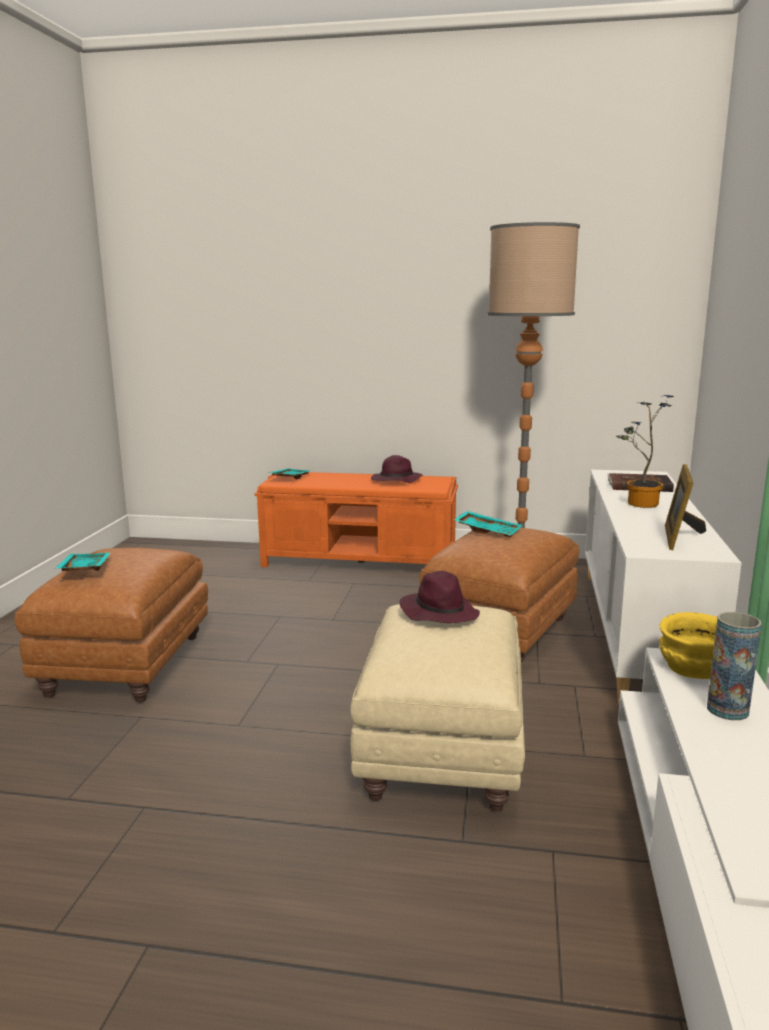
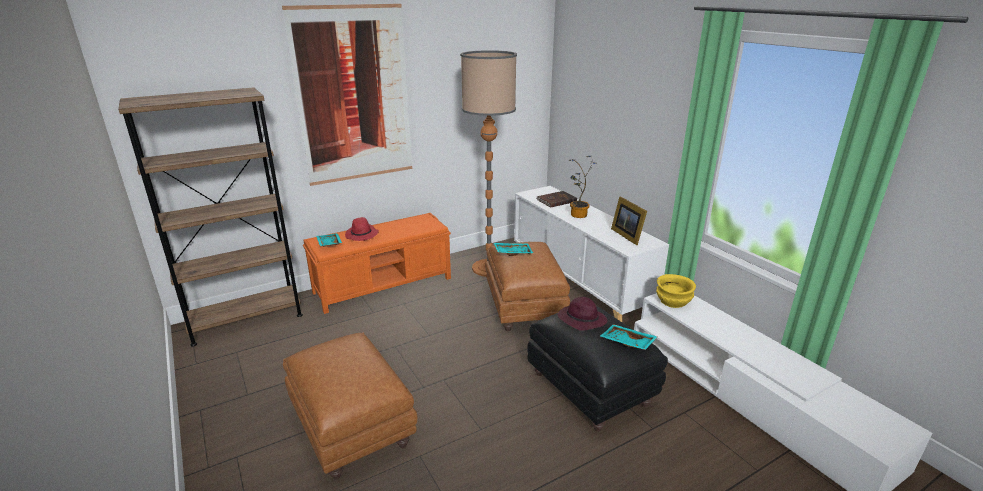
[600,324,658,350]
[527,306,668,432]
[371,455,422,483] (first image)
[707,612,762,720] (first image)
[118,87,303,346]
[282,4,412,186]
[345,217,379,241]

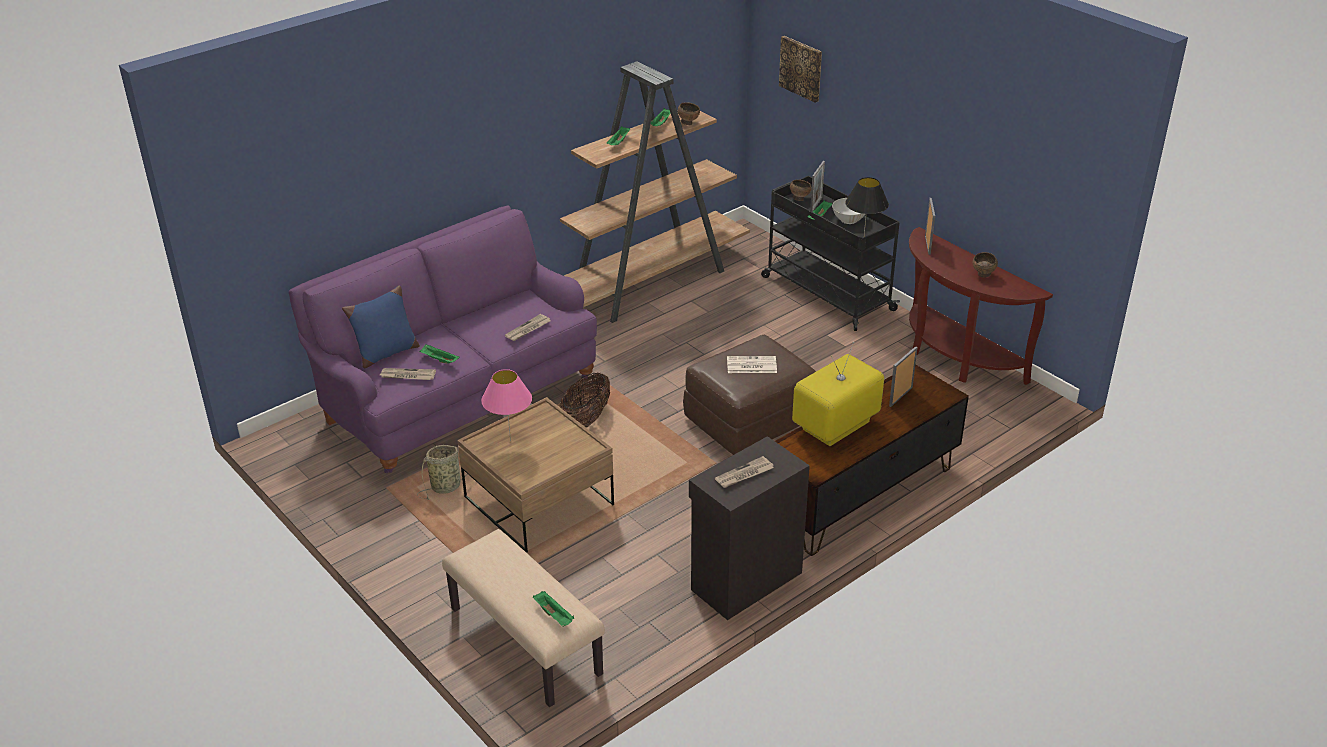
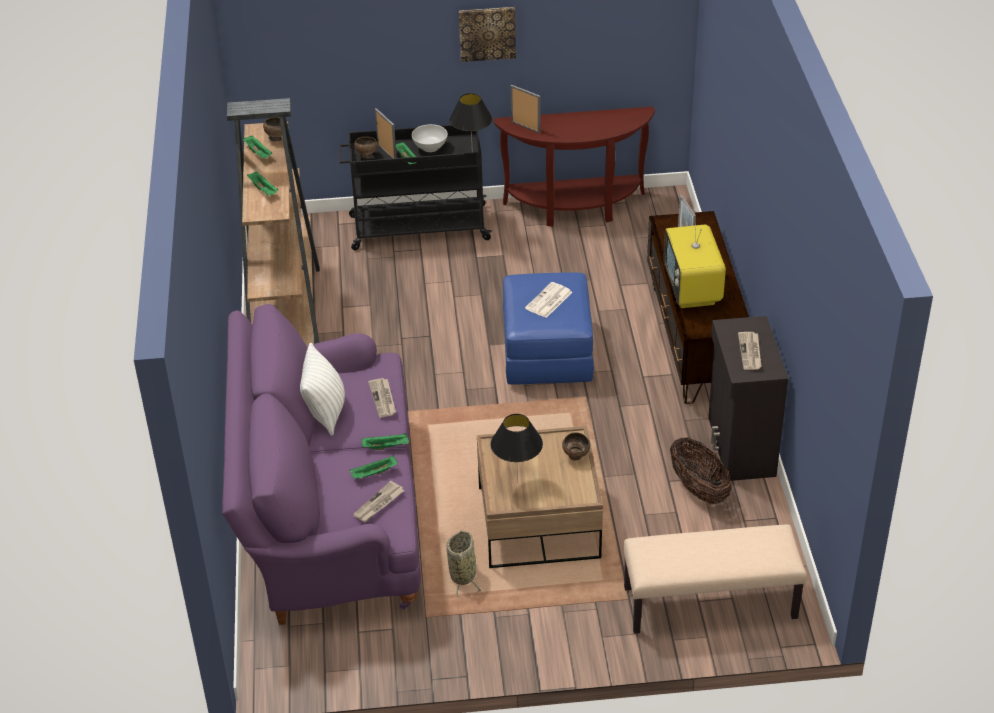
[342,285,420,368] (first image)
[491,414,543,483]
[362,433,409,450]
[670,437,732,504]
[503,272,594,385]
[459,7,516,62]
[562,432,590,461]
[300,343,345,436]

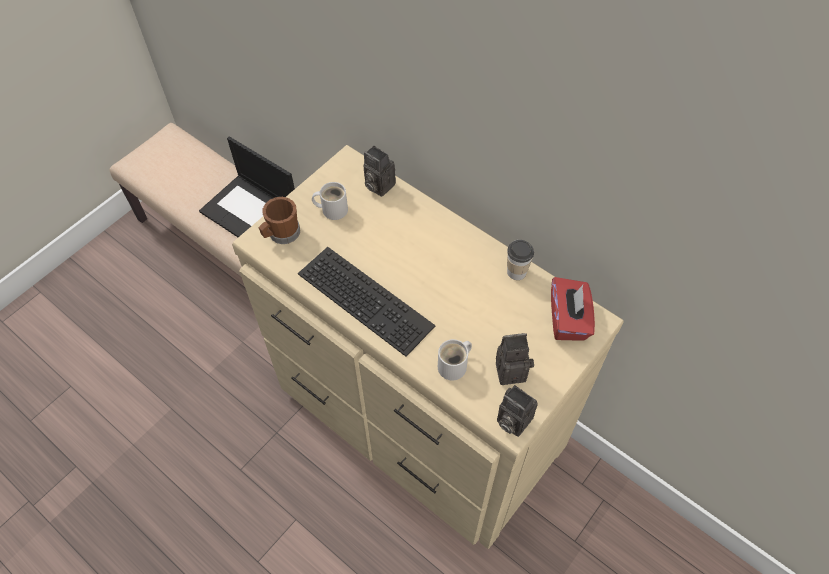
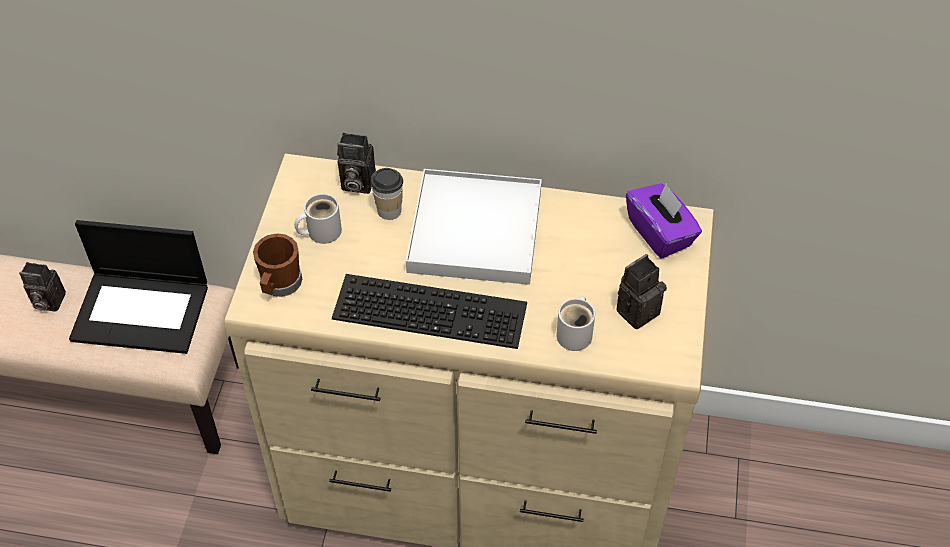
[19,262,66,312]
[371,168,403,220]
[626,183,702,259]
[406,169,542,285]

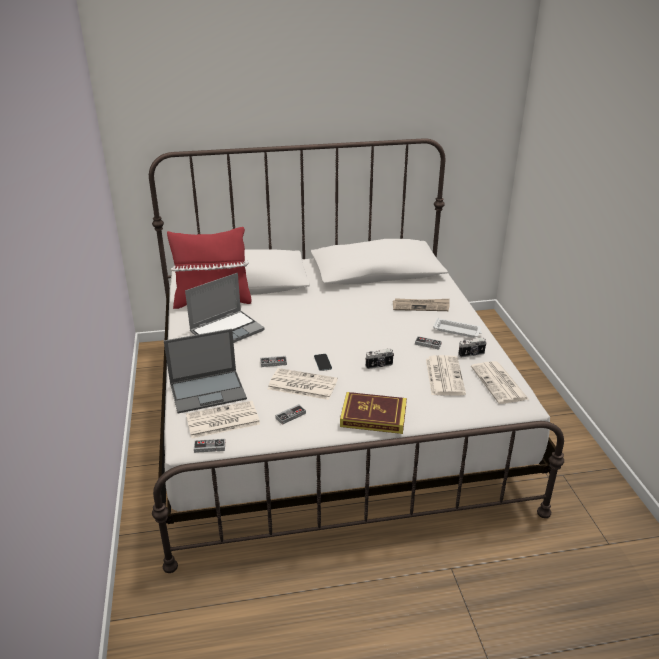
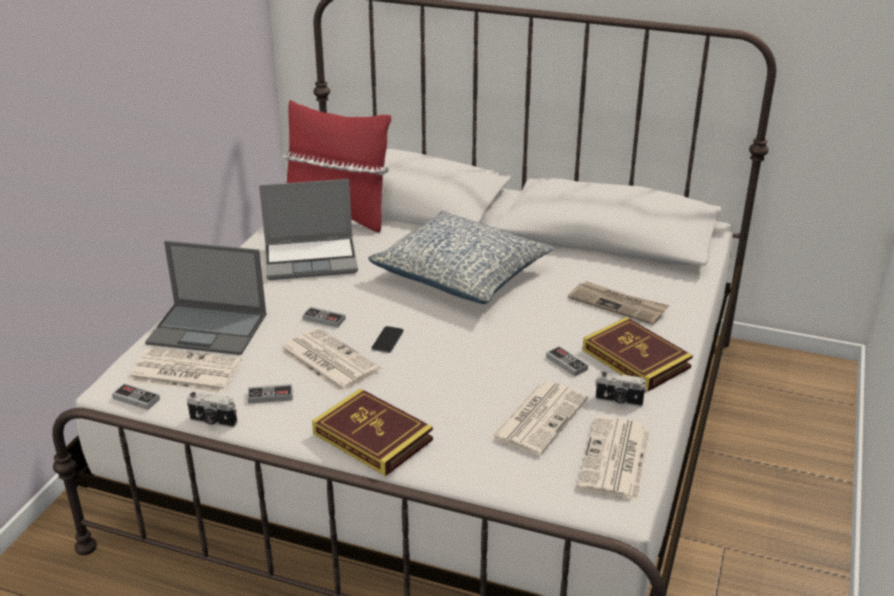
[187,392,237,428]
[583,317,693,391]
[369,211,554,304]

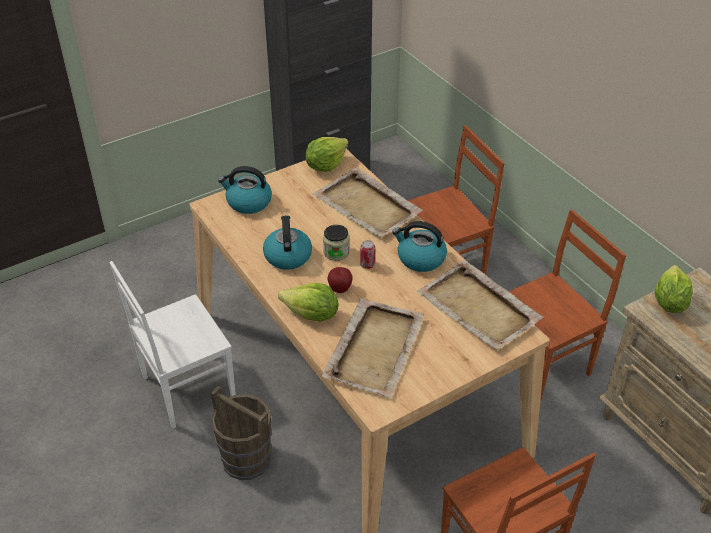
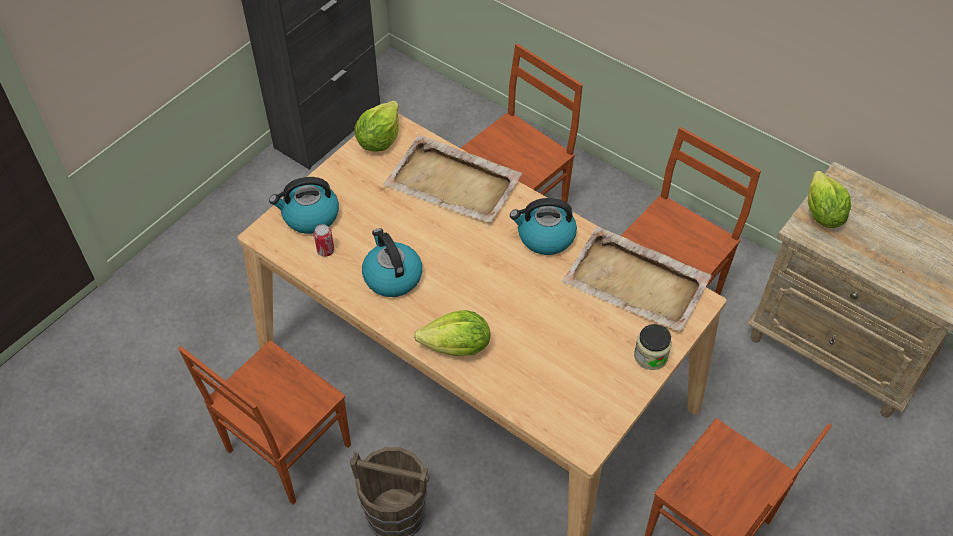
[178,340,351,505]
[322,298,425,398] (first image)
[634,324,672,370]
[327,267,353,293] (first image)
[314,224,334,257]

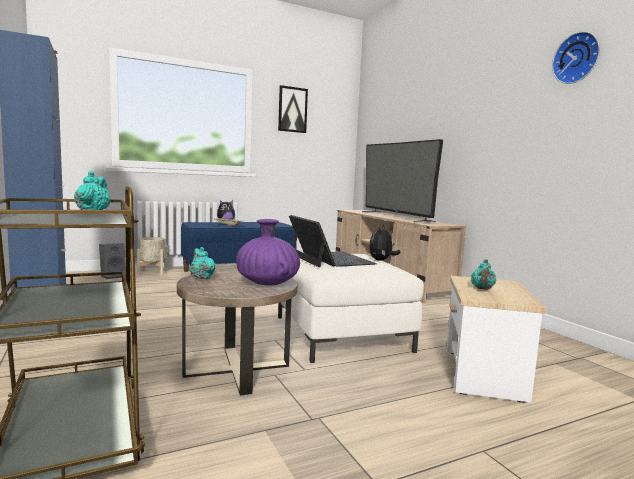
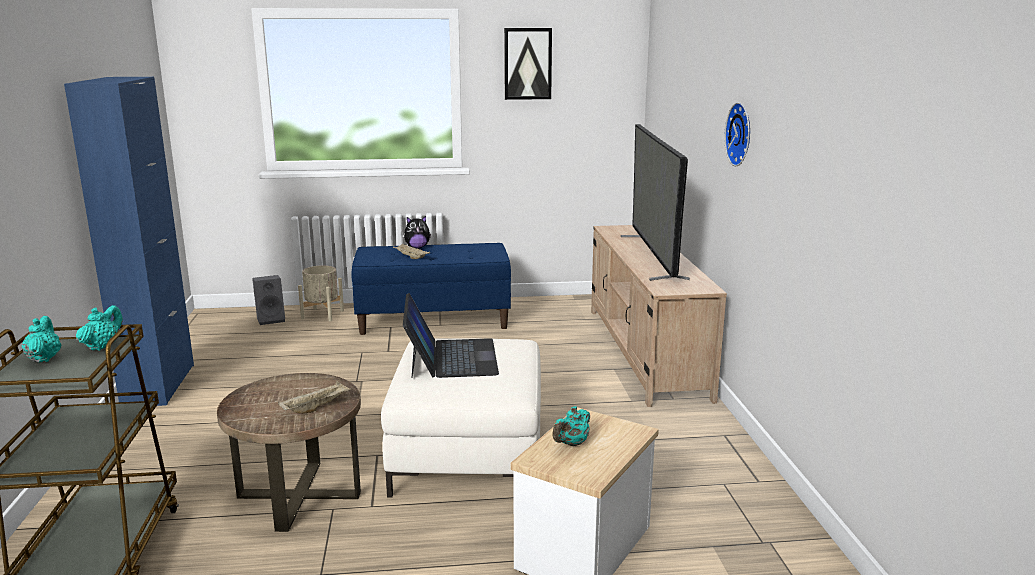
[22,316,62,363]
[278,381,352,414]
[369,225,400,261] (first image)
[724,102,750,166]

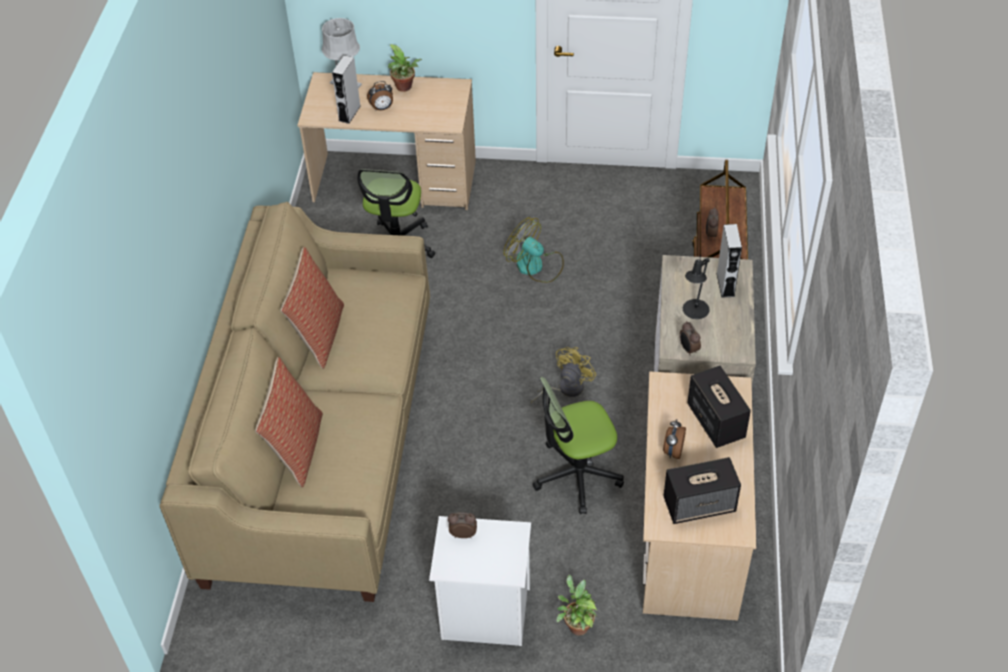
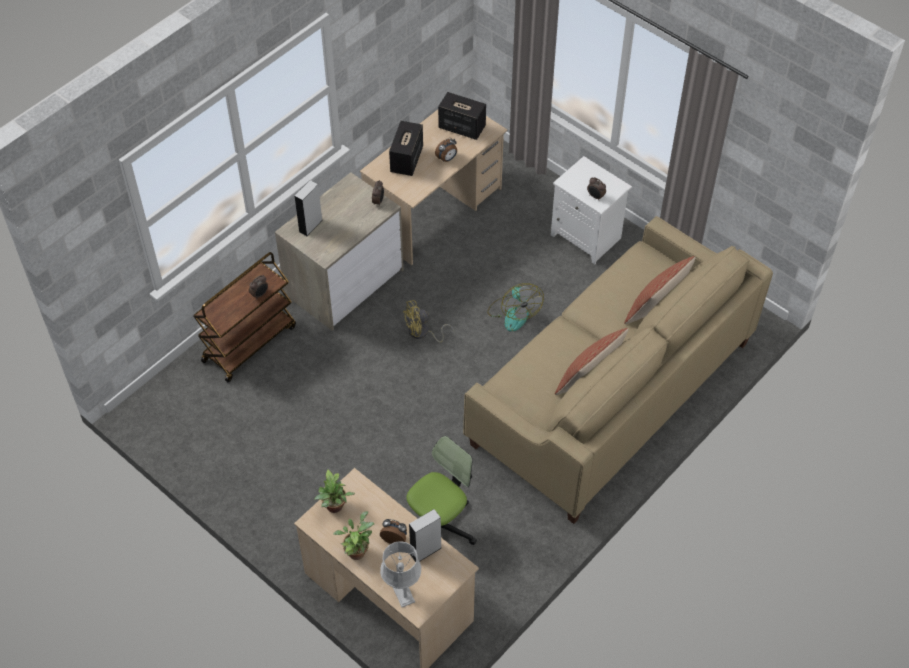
[487,283,544,332]
[533,377,624,514] (first image)
[314,469,355,513]
[683,254,710,319] (first image)

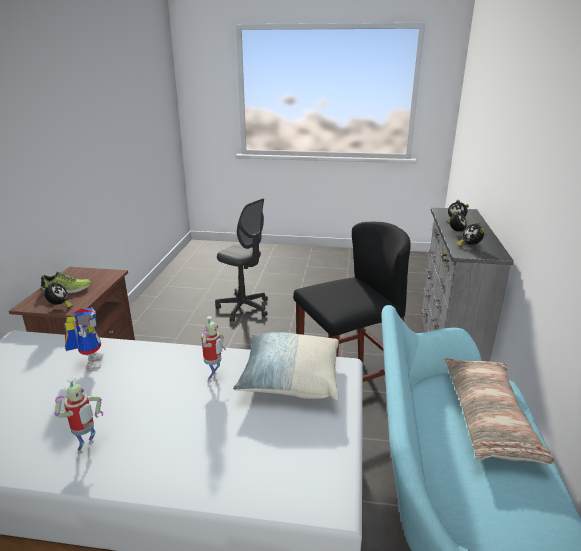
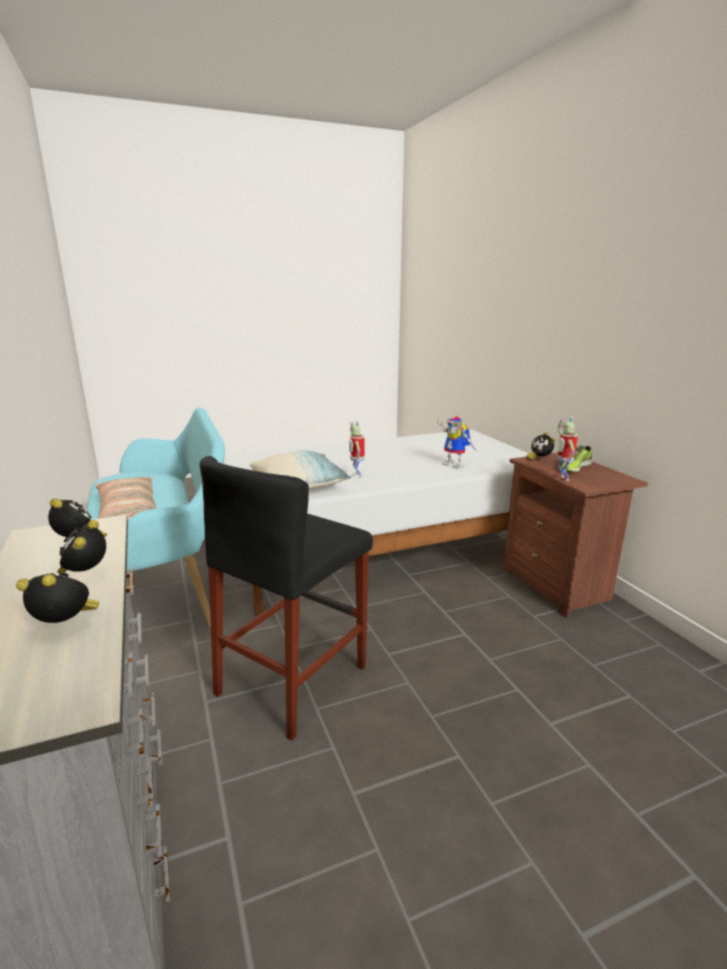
[558,417,578,481]
[215,199,268,322] (first image)

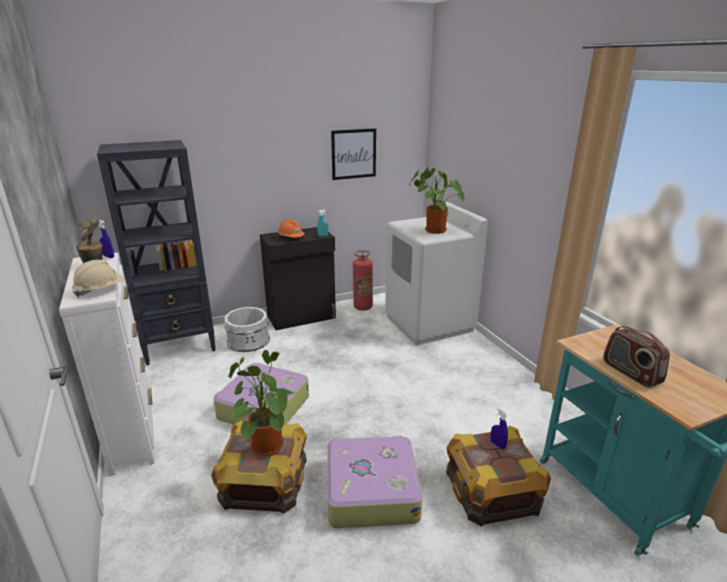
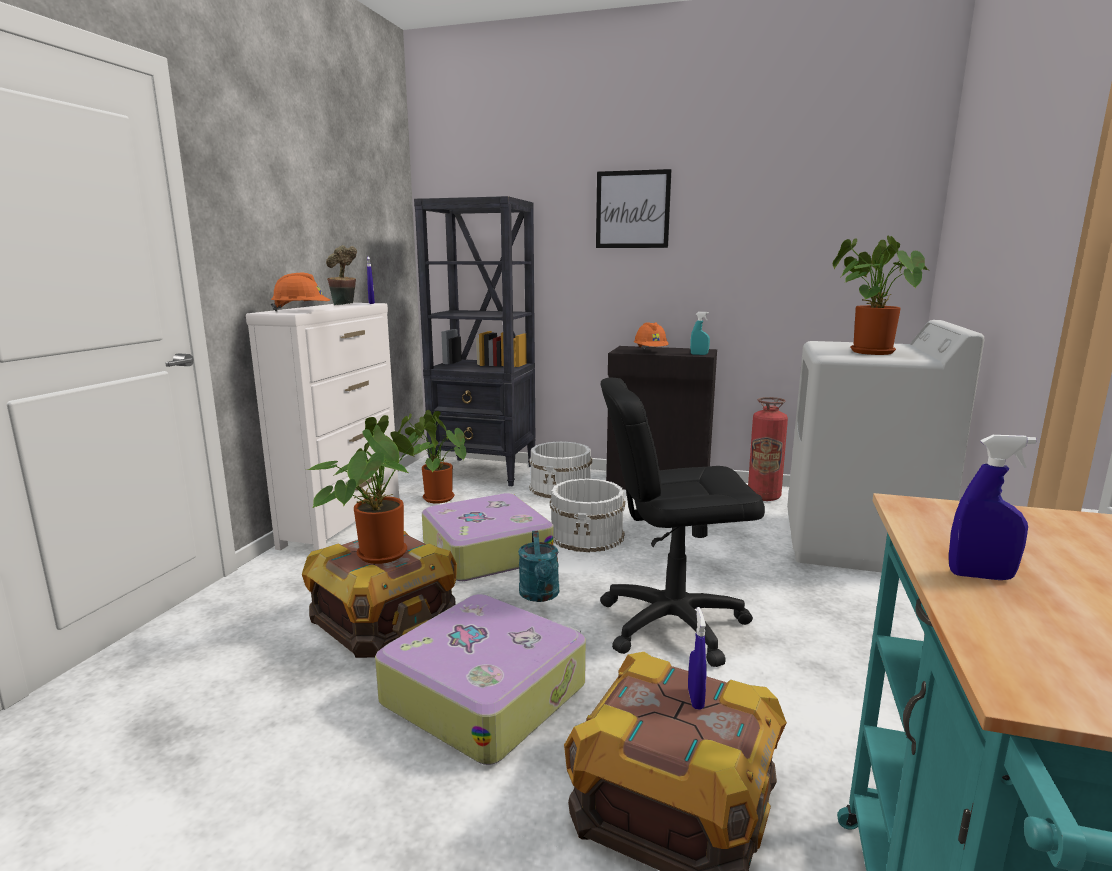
[271,273,330,312]
[596,169,672,248]
[949,435,1037,580]
[398,410,467,504]
[518,531,559,602]
[549,478,625,552]
[600,377,765,667]

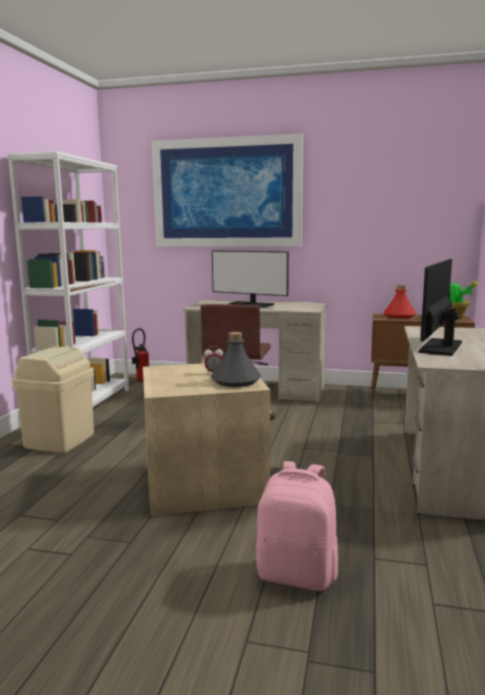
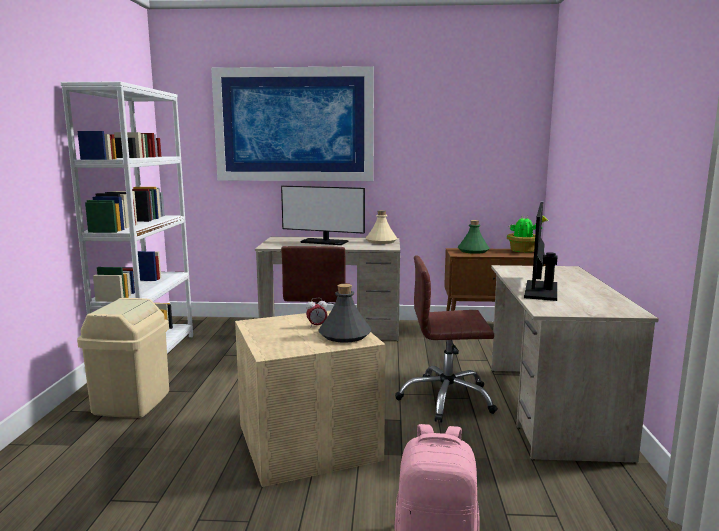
[132,328,149,382] (first image)
[458,220,490,254]
[366,210,398,244]
[395,256,498,423]

